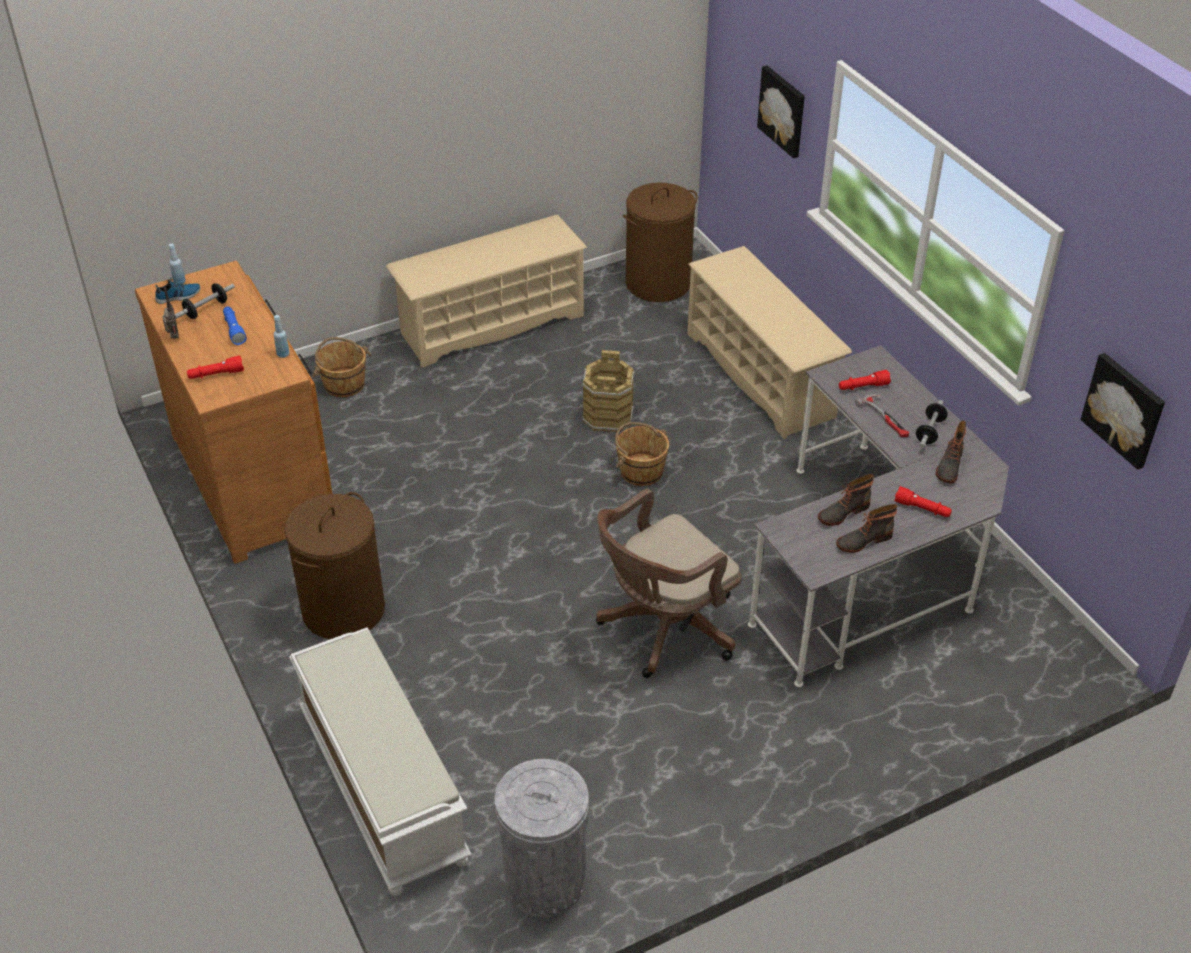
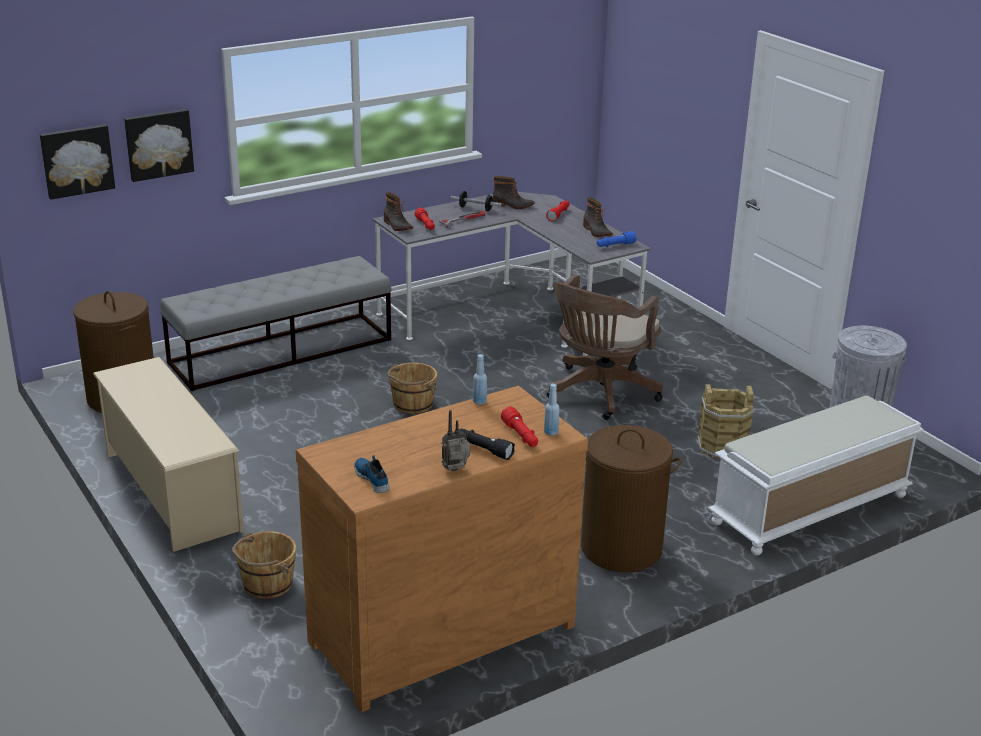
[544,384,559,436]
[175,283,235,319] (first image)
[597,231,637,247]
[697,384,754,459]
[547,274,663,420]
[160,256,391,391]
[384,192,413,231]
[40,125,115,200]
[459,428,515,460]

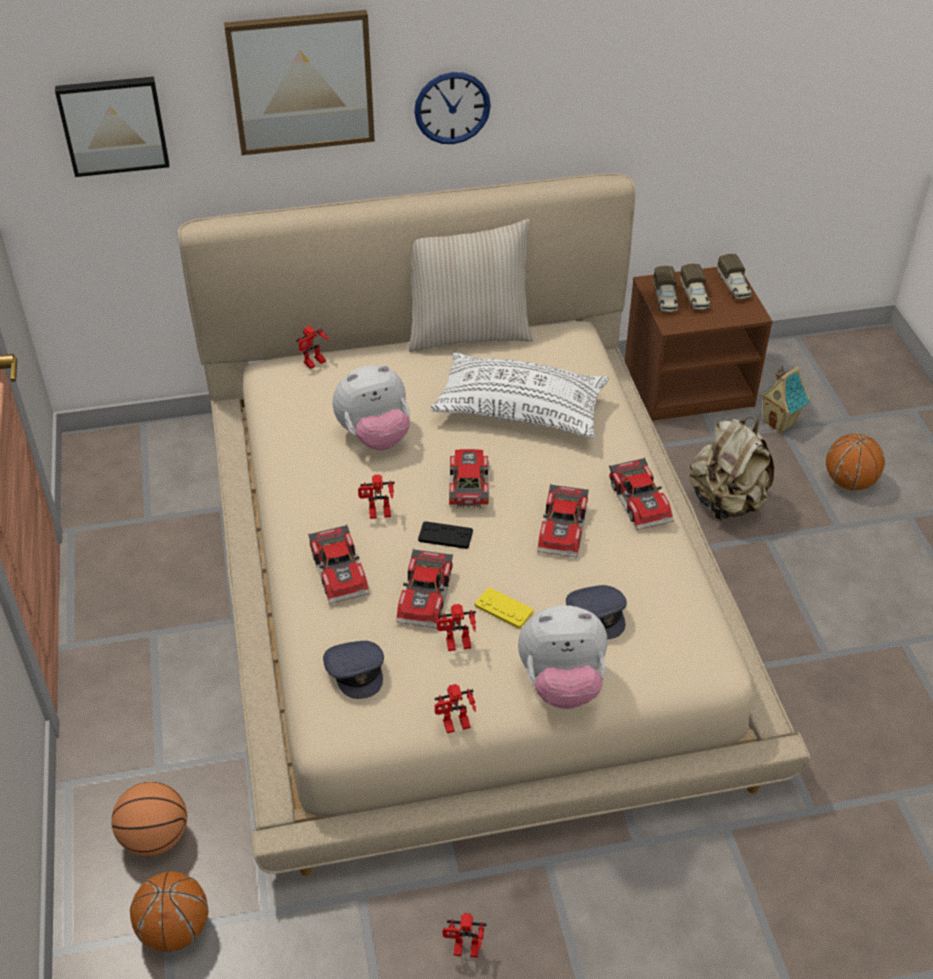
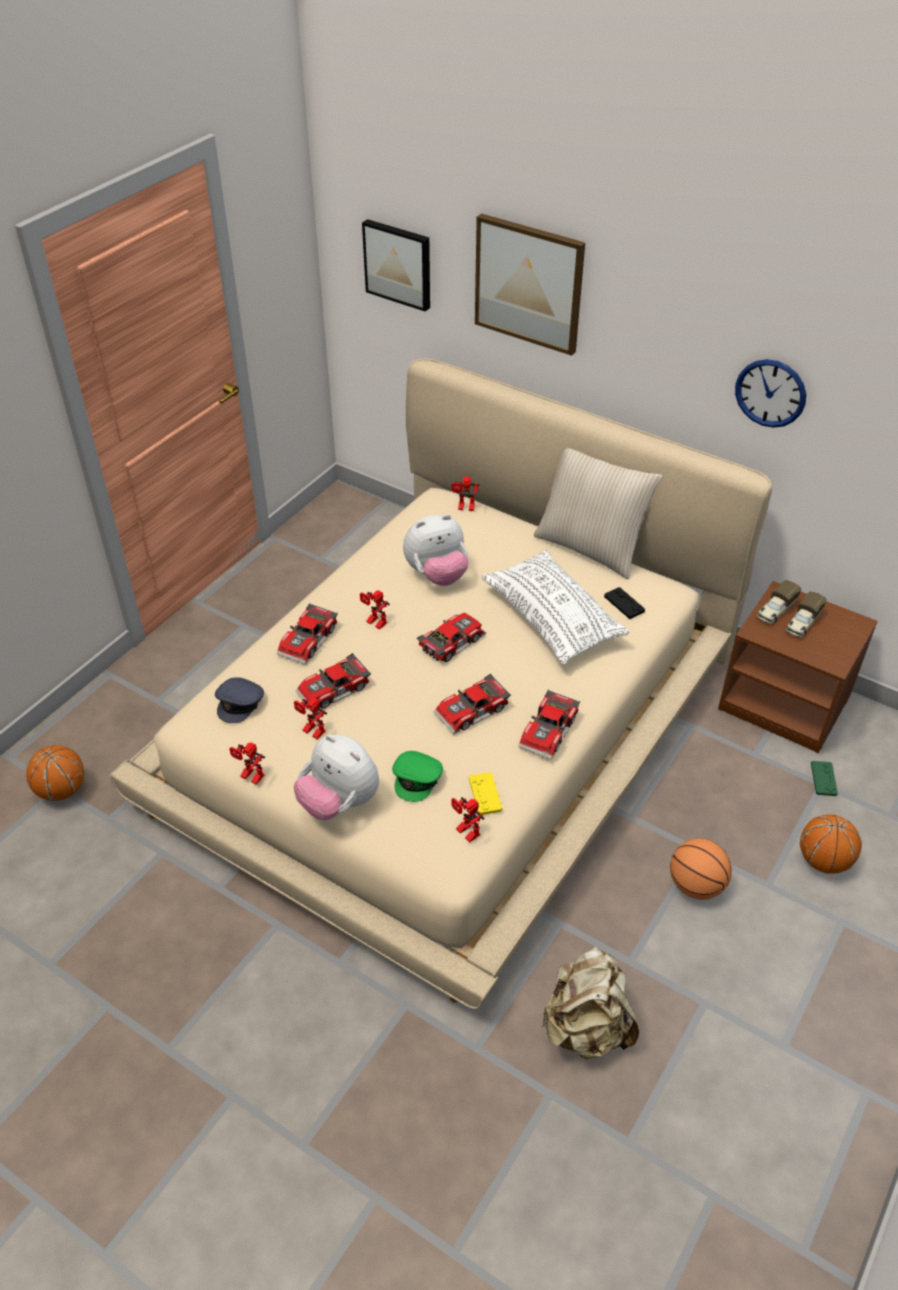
[670,838,732,900]
[403,514,469,586]
[735,359,806,428]
[604,587,645,619]
[451,797,484,843]
[469,772,502,815]
[392,751,443,802]
[541,947,639,1060]
[717,254,752,299] (first image)
[811,761,838,796]

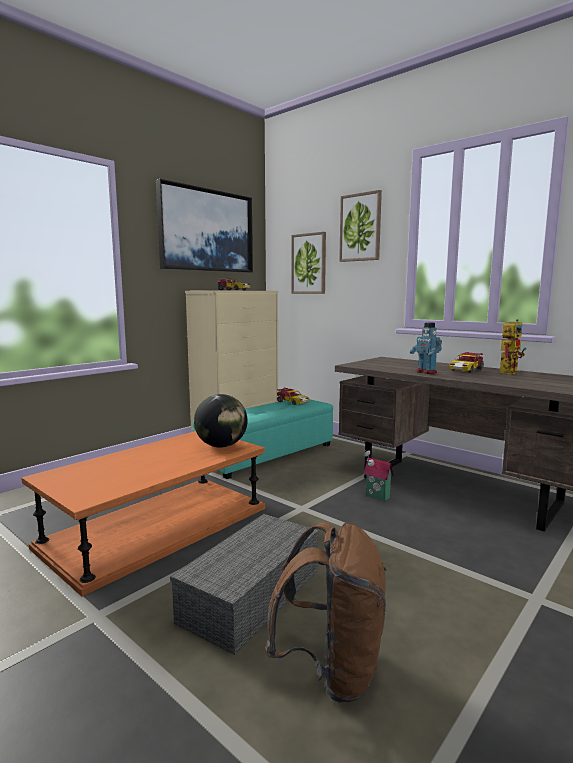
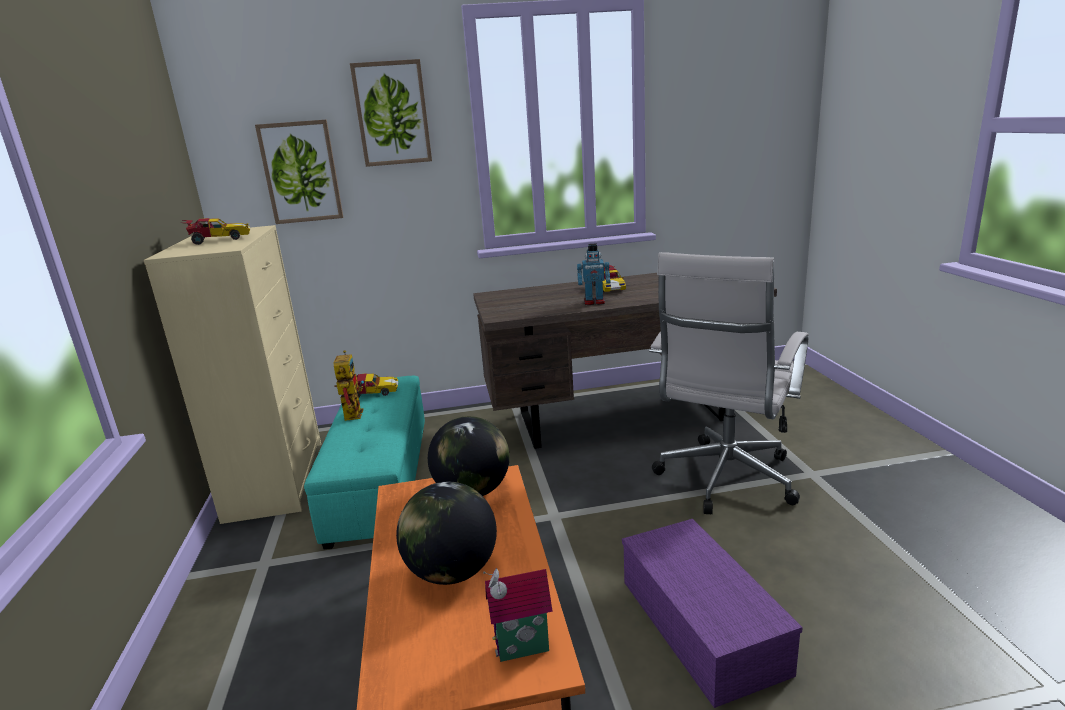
[156,179,253,273] (first image)
[622,519,803,708]
[265,522,387,703] (first image)
[483,568,553,662]
[334,350,364,421]
[396,482,497,585]
[649,252,809,514]

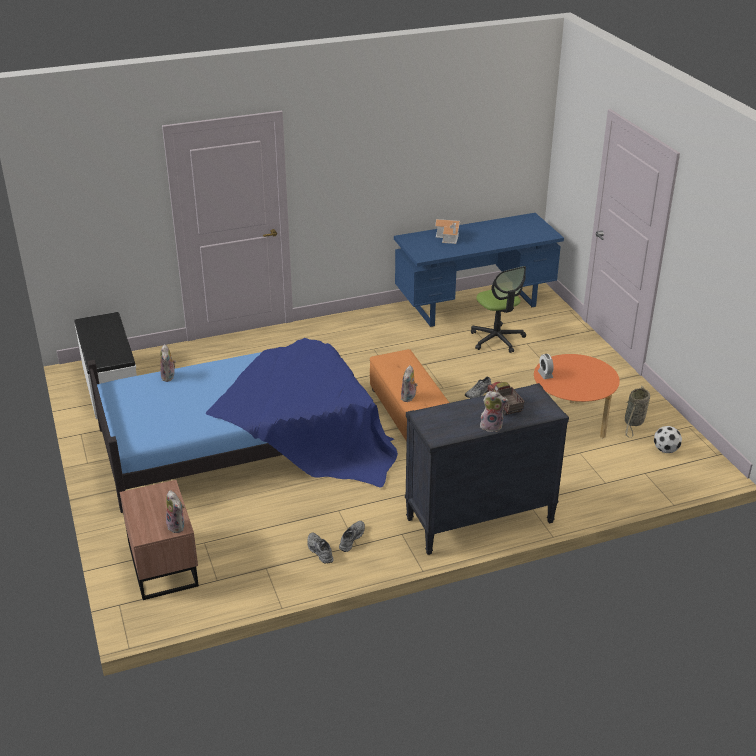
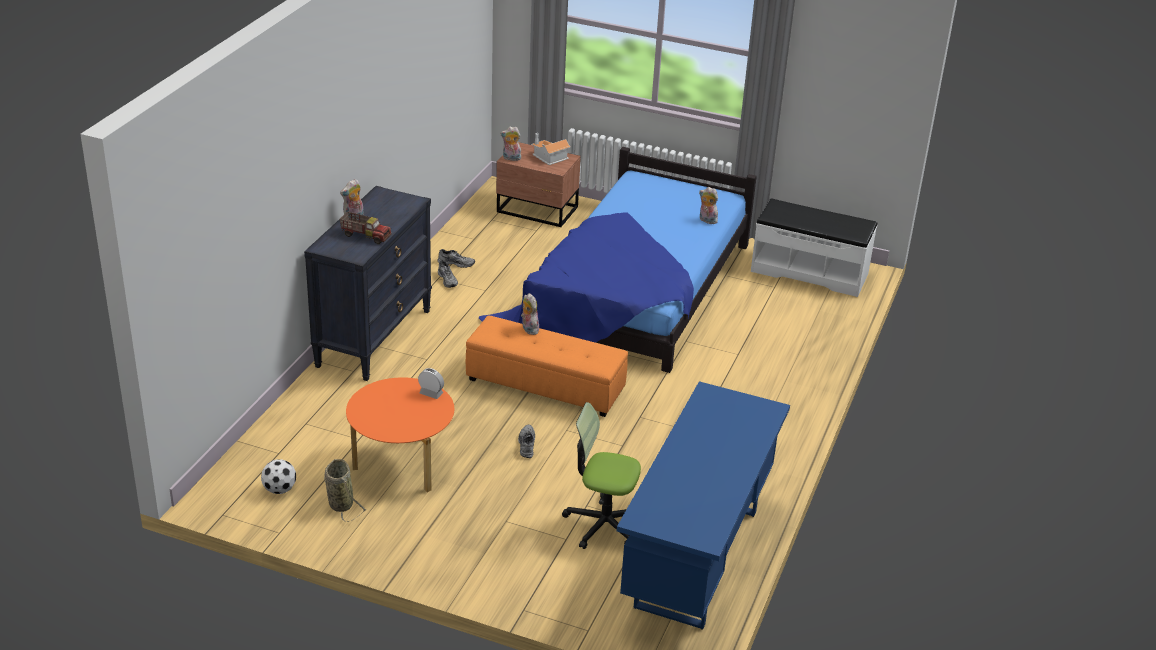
[531,133,571,165]

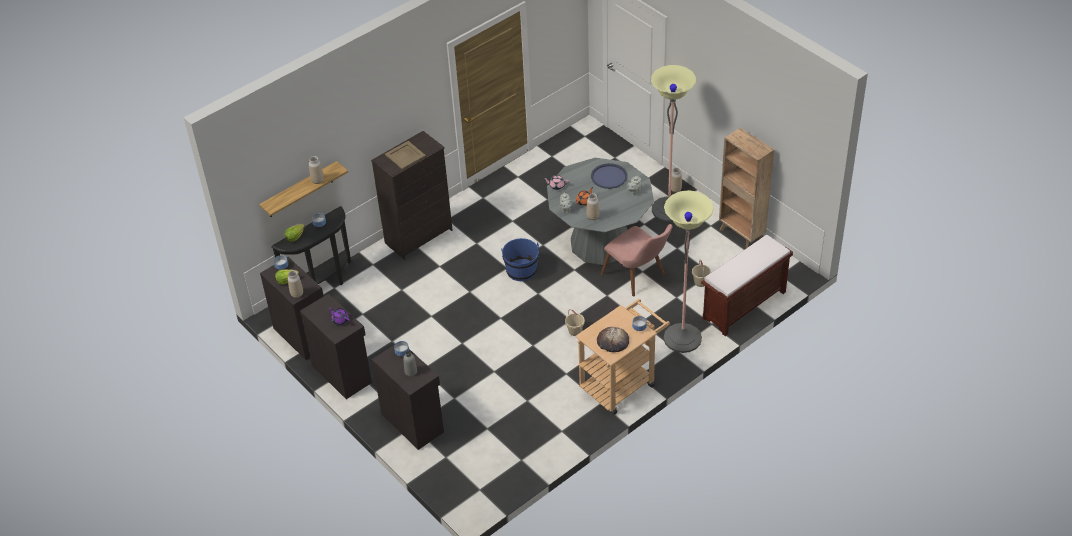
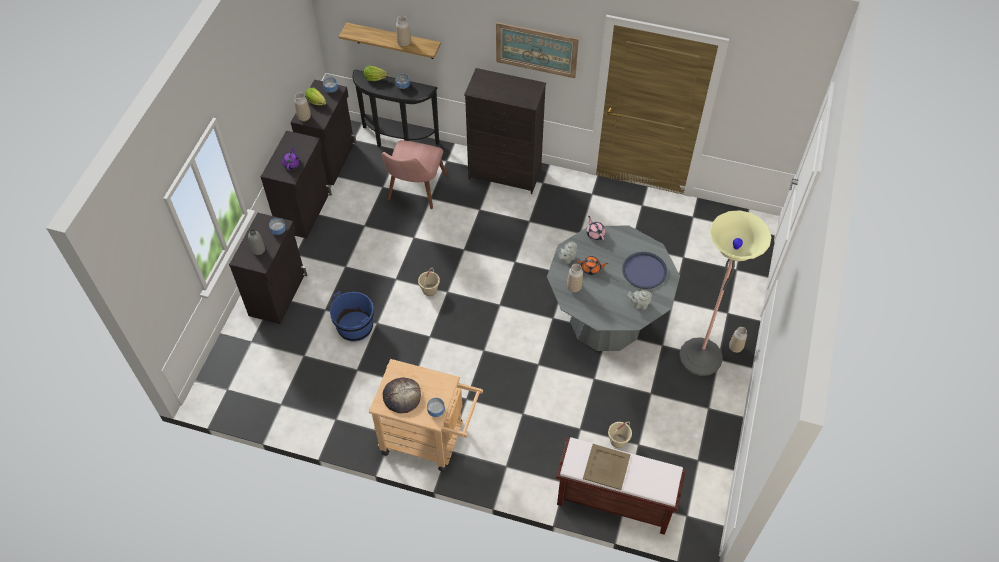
[583,444,631,490]
[330,291,374,342]
[418,268,440,296]
[382,140,447,209]
[664,190,714,353] (first image)
[719,128,774,248] (first image)
[496,22,579,78]

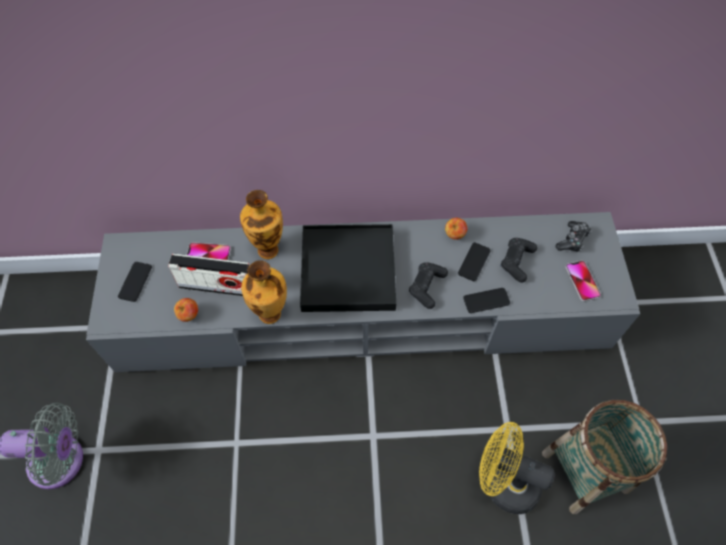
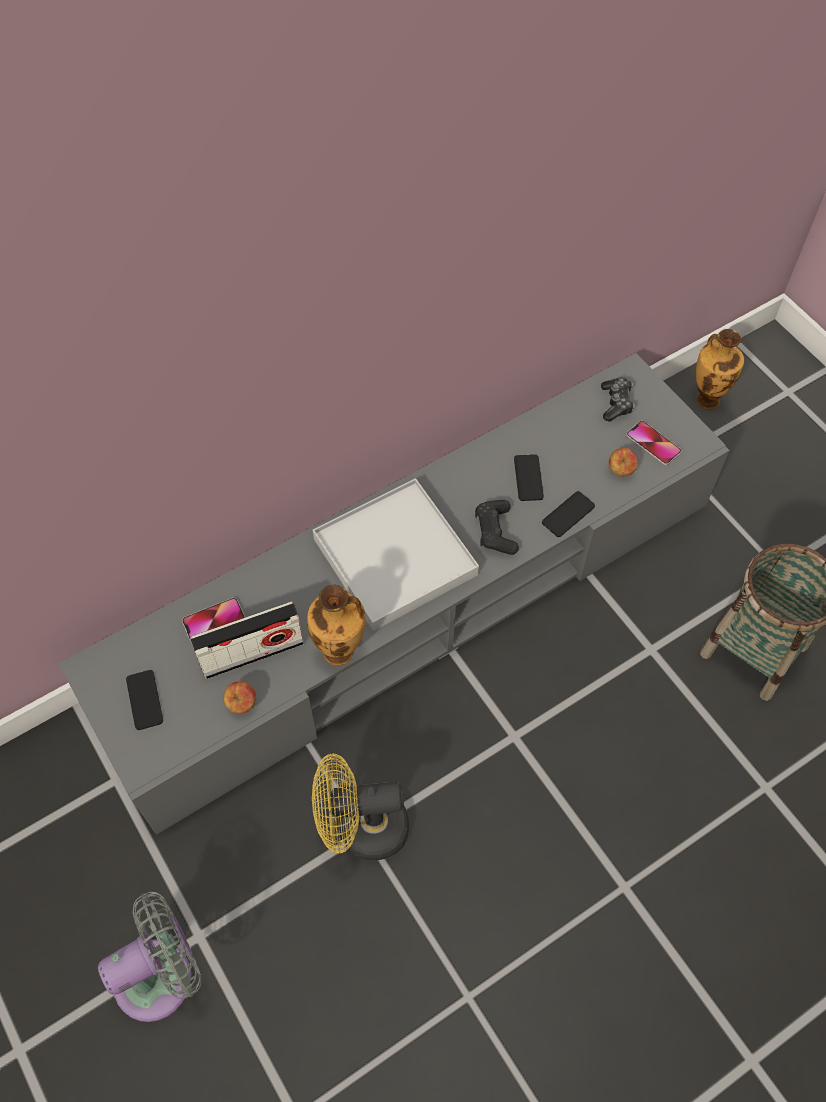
[696,329,744,410]
[313,478,479,631]
[609,448,638,477]
[312,754,409,860]
[501,238,537,283] (first image)

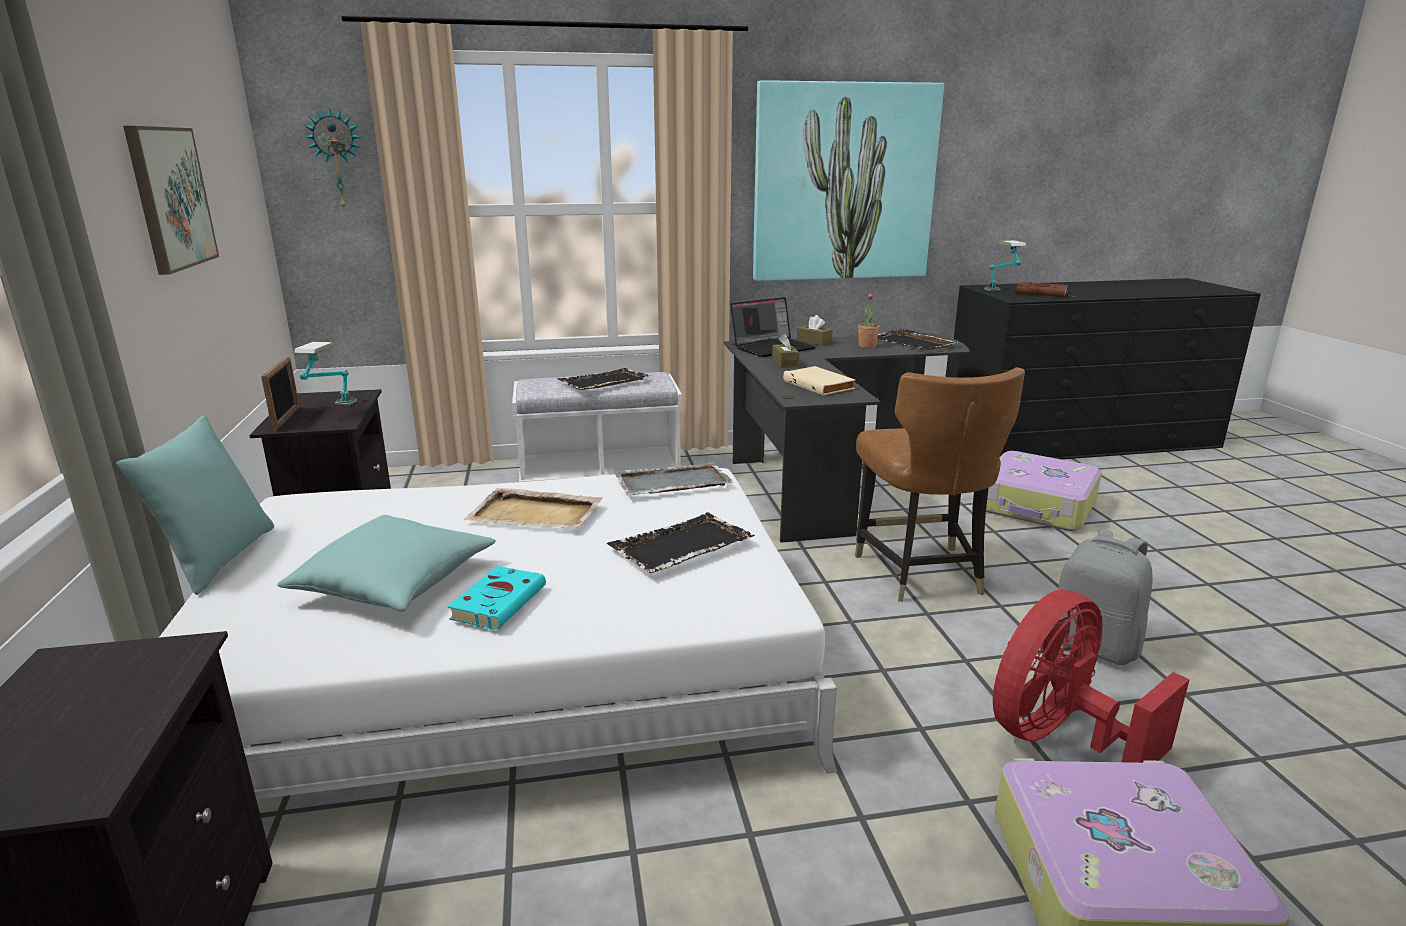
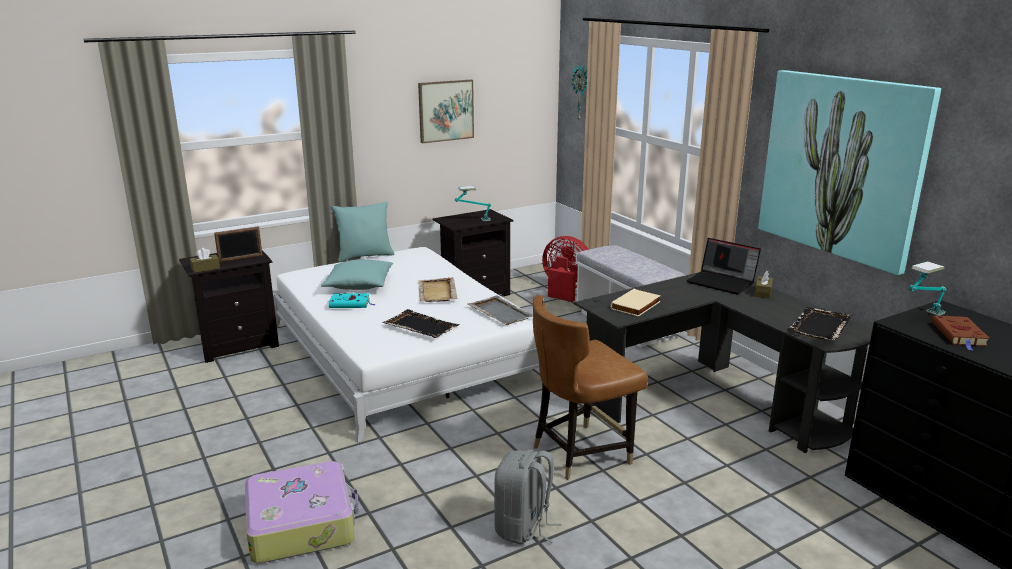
[214,226,263,263]
[558,368,650,390] (first image)
[190,248,220,273]
[858,293,879,348] (first image)
[986,451,1102,531] (first image)
[542,236,589,302]

